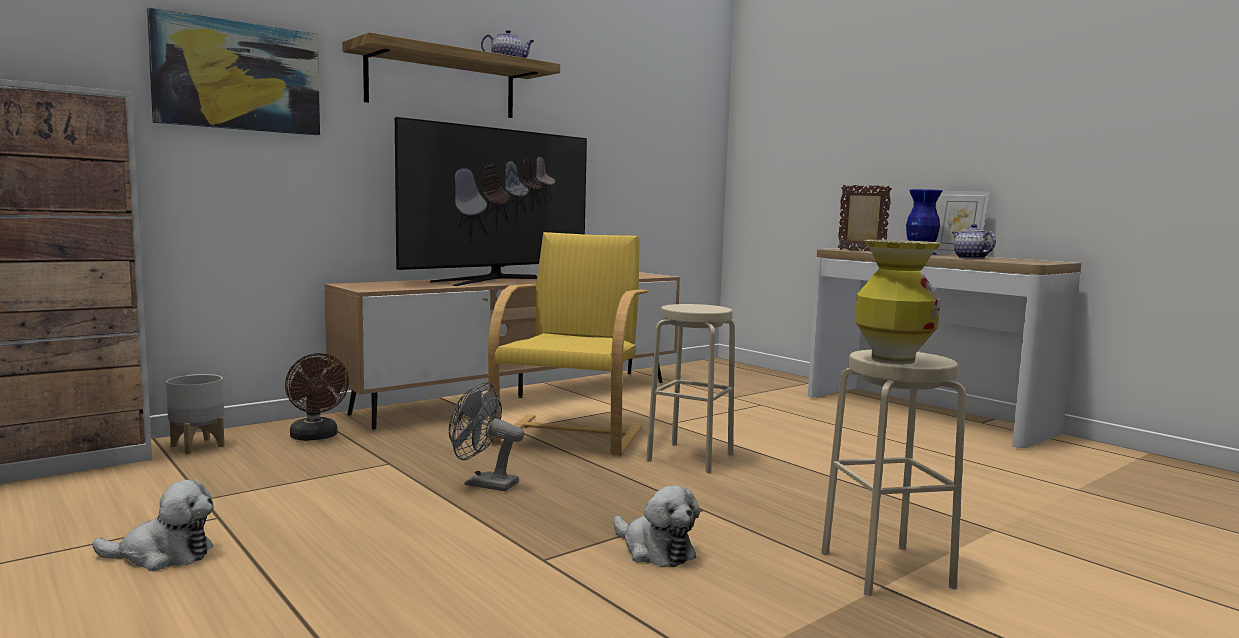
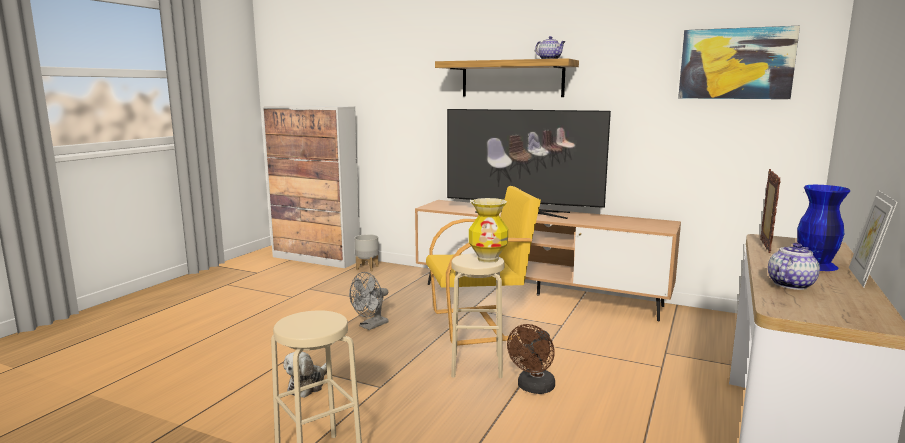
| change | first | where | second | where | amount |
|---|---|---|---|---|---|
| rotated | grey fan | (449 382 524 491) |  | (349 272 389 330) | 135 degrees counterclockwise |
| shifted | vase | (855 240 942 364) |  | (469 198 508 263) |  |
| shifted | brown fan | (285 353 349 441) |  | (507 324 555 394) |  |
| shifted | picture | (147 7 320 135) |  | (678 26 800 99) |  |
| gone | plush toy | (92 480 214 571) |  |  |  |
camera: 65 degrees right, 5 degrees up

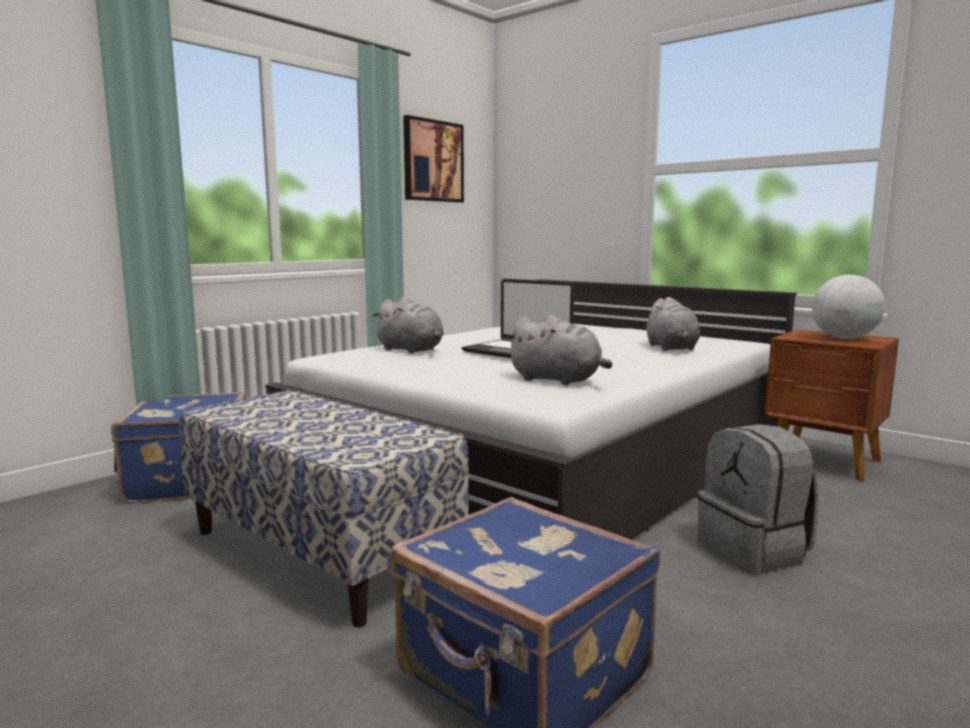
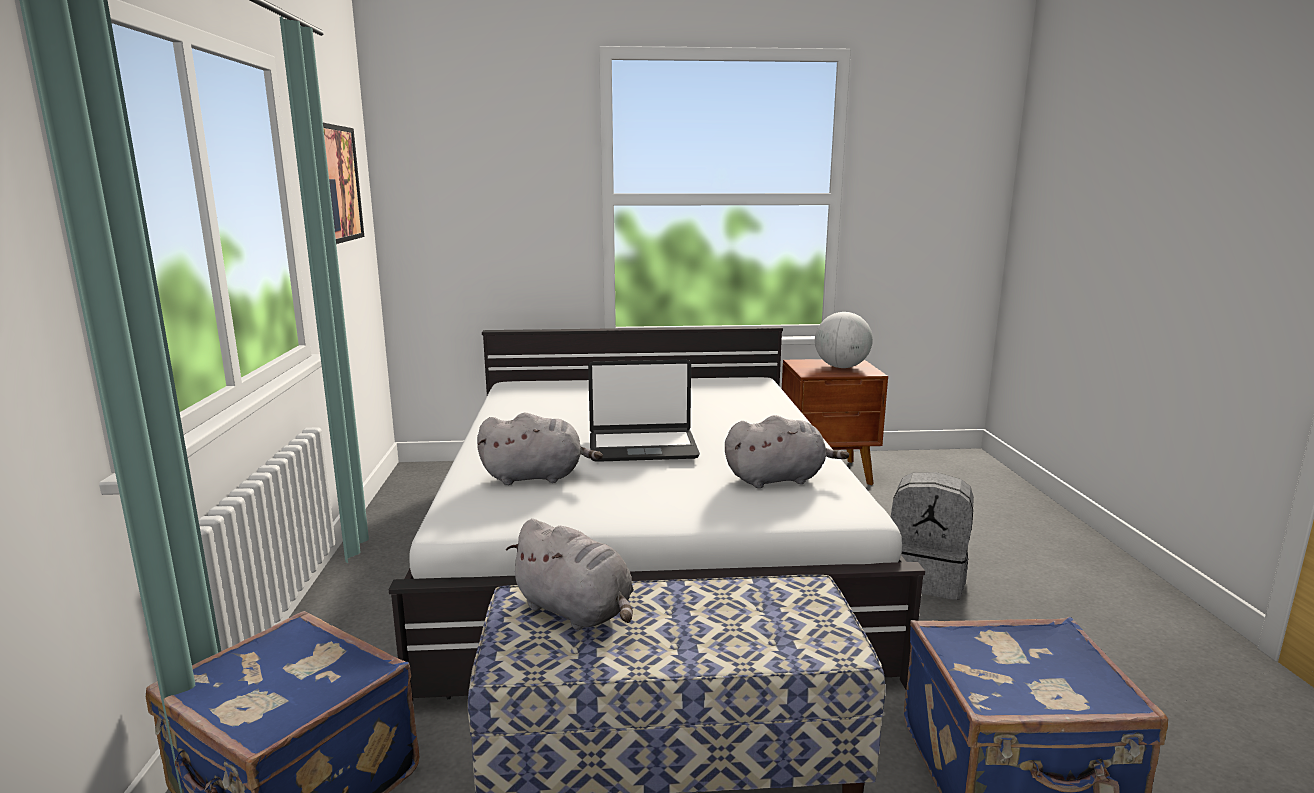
| change | first | where | second | where | amount |
|---|---|---|---|---|---|
| shifted | grey plush toy | (645 297 700 351) |  | (506 519 634 630) |  |
camera: 45 degrees left, 5 degrees up

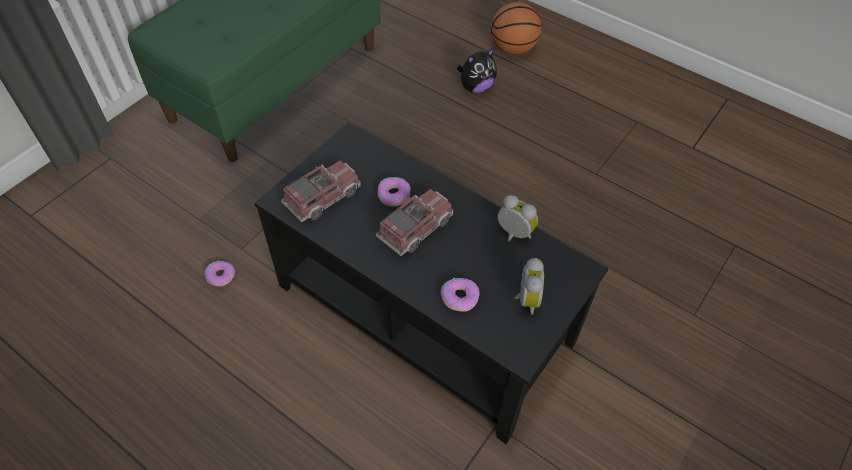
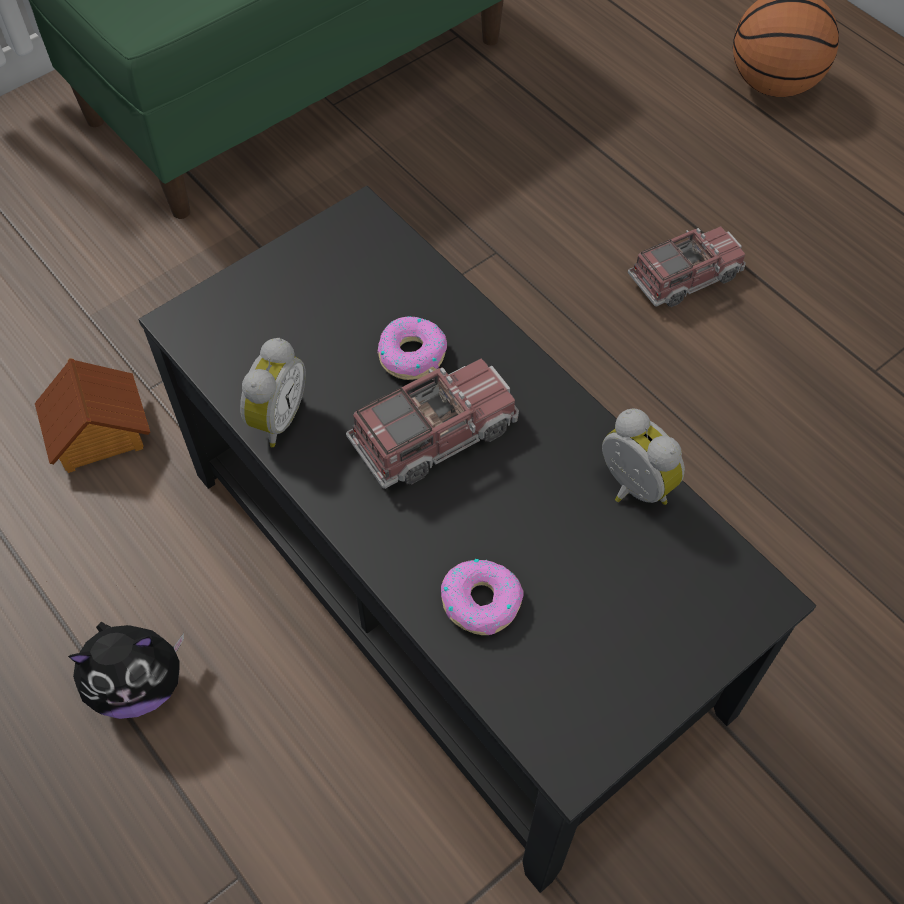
| change | first | where | second | where | amount |
|---|---|---|---|---|---|
| swapped | donut | (205 260 235 287) | toy house | (35 358 150 473) |  |
| shifted | plush toy | (457 48 497 93) |  | (68 622 184 719) |  |
| shifted | alarm clock | (514 258 544 315) |  | (240 338 306 447) |  |
| shifted | toy truck | (281 161 361 222) |  | (628 226 746 307) |  |
camera: 15 degrees right, 5 degrees up

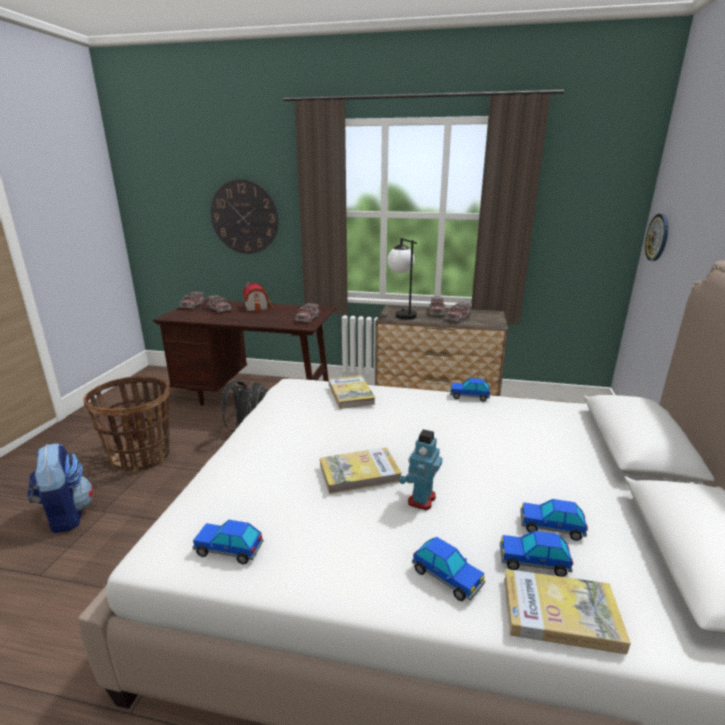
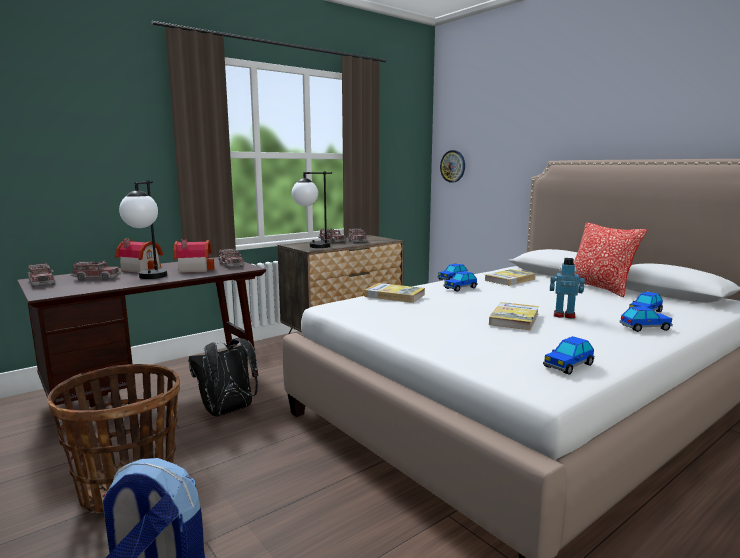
| change | first | where | second | where | amount |
|---|---|---|---|---|---|
| new |  |  | table lamp | (119 181 167 279) |  |
| new |  |  | toy house | (174 239 215 273) |  |
| shifted | toy car | (520 499 588 541) |  | (443 271 478 292) |  |
| shifted | book | (504 569 631 654) |  | (484 269 535 286) |  |
| rotated | toy robot | (399 429 442 511) |  | (550 258 585 319) | 135 degrees clockwise |
| new |  |  | pillow | (574 222 647 297) |  |
| gone | wall clock | (211 179 279 254) |  |  |  |
camera: 50 degrees left, 10 degrees down

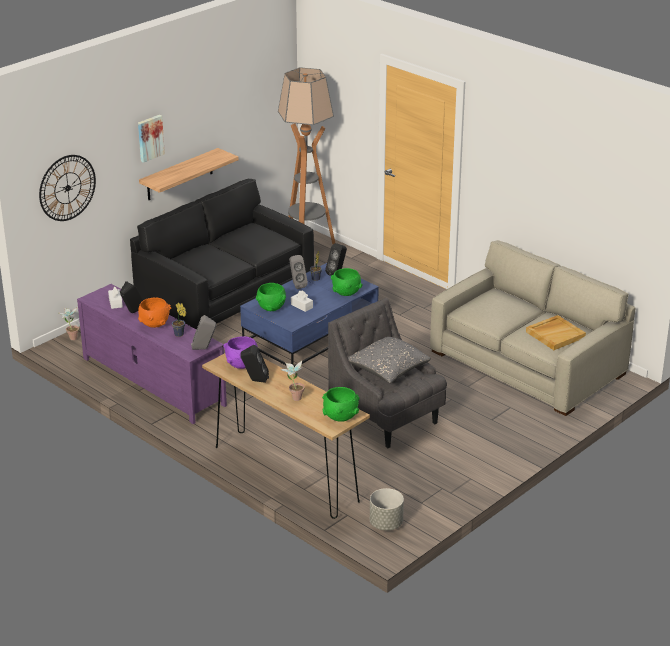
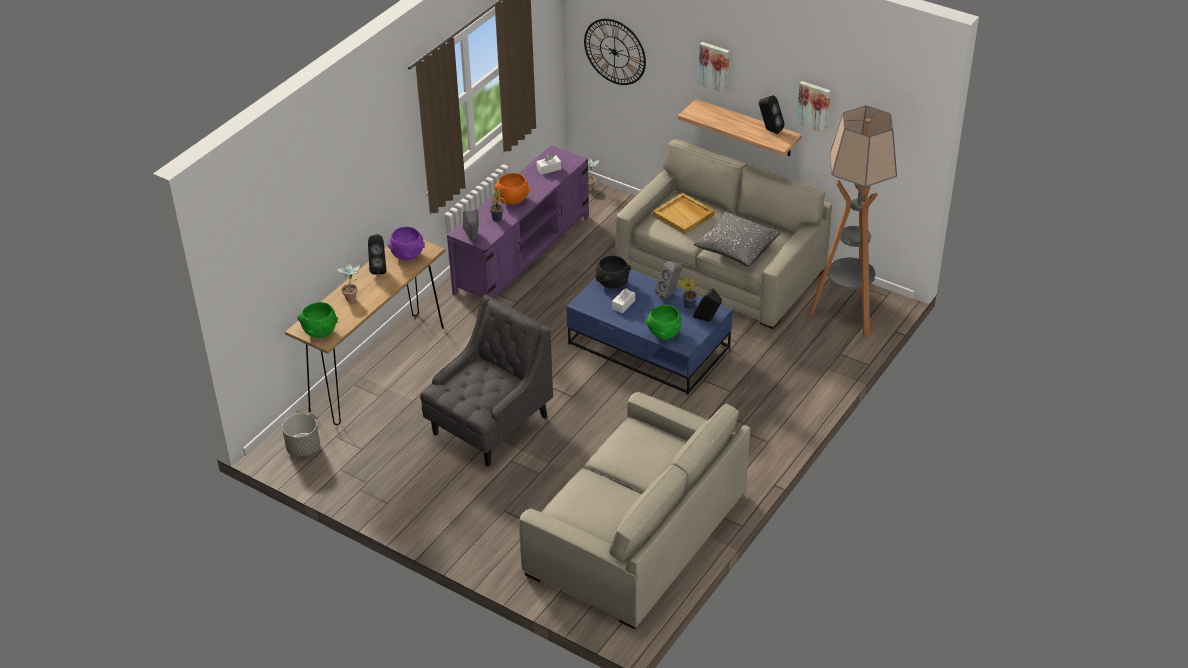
| change | first | where | second | where | amount |
|---|---|---|---|---|---|
| repainted | green bowl | (256 283 286 311) | black bowl | (595 256 631 289) |  |
| repainted | black sofa | (130 178 314 330) | beige sofa | (616 139 832 329) |  |
| shifted | beige tray | (526 315 586 350) |  | (653 193 714 235) |  |
| shifted | grey pillow | (348 337 431 383) |  | (694 212 780 267) |  |
| shifted | black speaker | (120 281 143 313) |  | (759 95 785 134) |  |
| new |  |  | picture | (796 81 831 134) |  |
camera: 80 degrees right, 10 degrees up

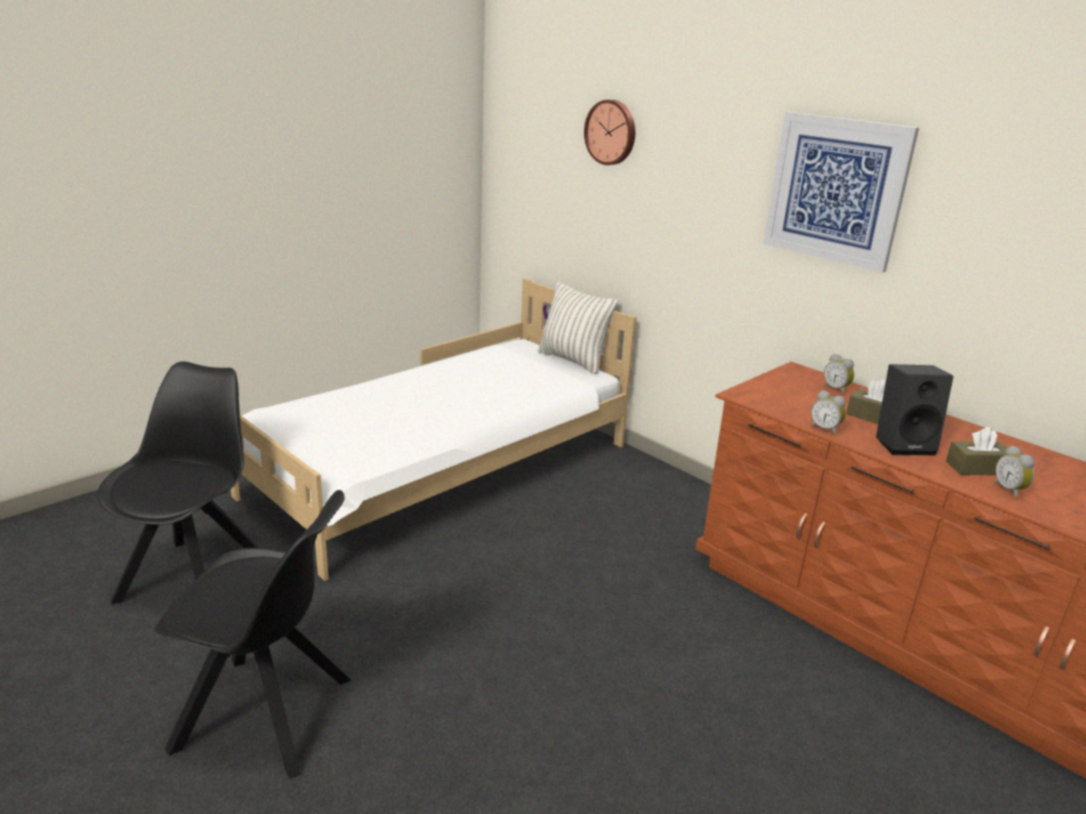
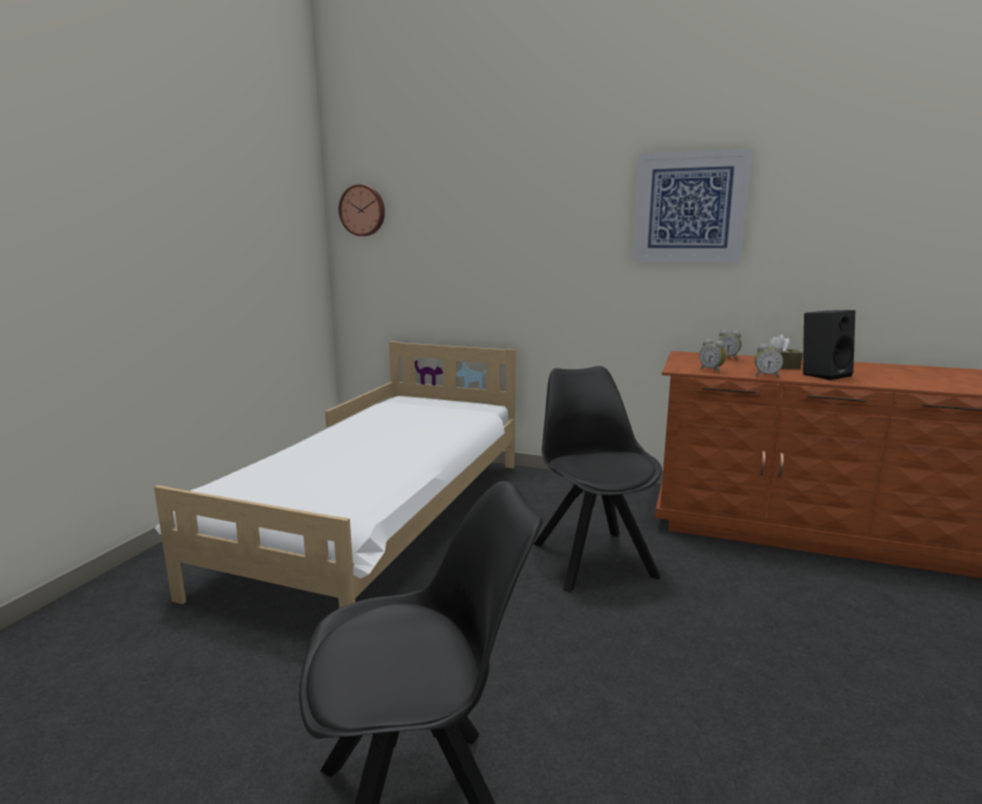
| change | first | where | second | where | amount |
|---|---|---|---|---|---|
| shifted | wall clock | (584 100 635 165) |  | (339 184 385 236) |  |
| shifted | black chair | (97 361 260 604) |  | (533 366 662 593) |  |
| shifted | alarm clock | (995 445 1035 498) |  | (699 339 726 373) |  |
| gone | pillow | (538 282 618 374) |  |  |  |
| gone | brown tissue box | (946 427 1008 475) |  |  |  |
camera: 25 degrees left, 10 degrees down

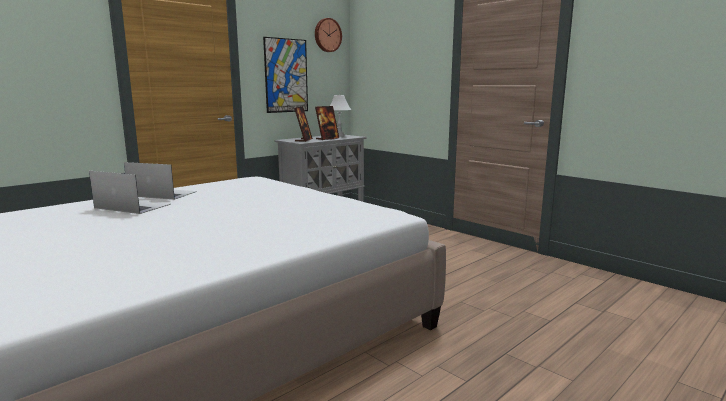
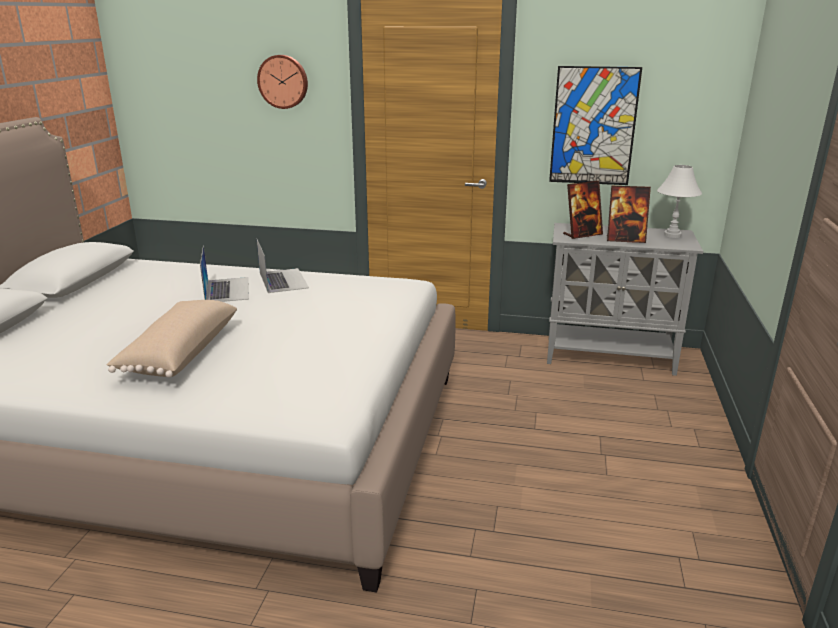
| change | first | where | second | where | amount |
|---|---|---|---|---|---|
| new |  |  | beige pillow | (106 300 237 378) |  |
| shifted | wall clock | (315 18 342 52) |  | (257 55 308 109) |  |
camera: 55 degrees right, 10 degrees up

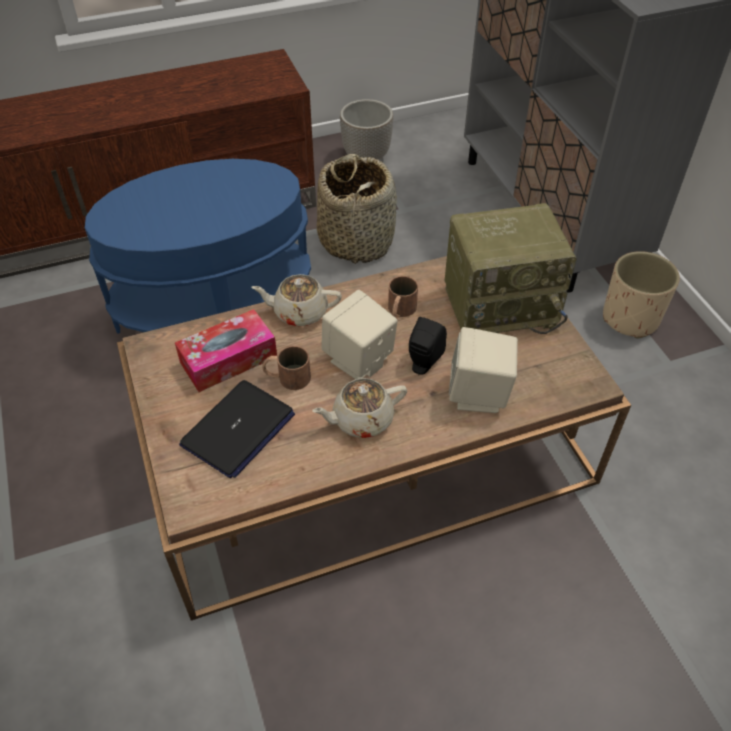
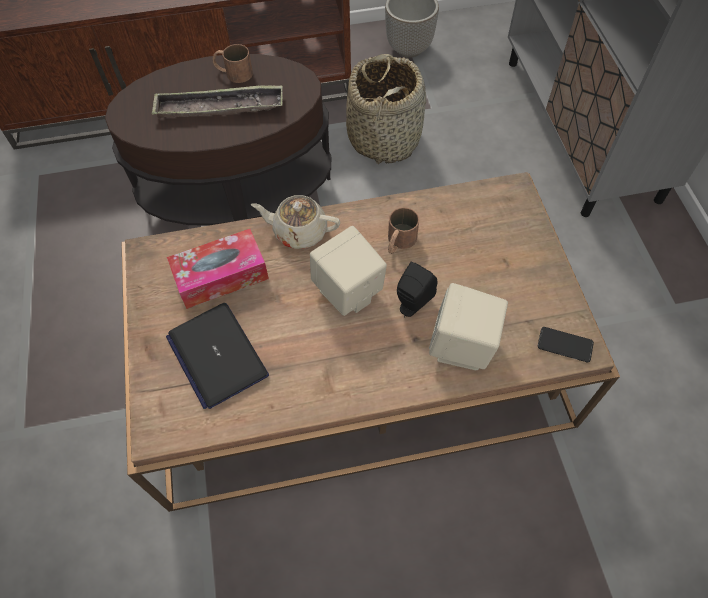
| change | first | where | second | where | amount |
|---|---|---|---|---|---|
| repainted | blue side table | (85 159 311 334) | brown side table | (105 54 331 226) |  |
| new |  |  | tray | (151 85 283 118) |  |
| rotated | laptop | (179 380 295 478) |  | (166 303 269 409) | 105 degrees clockwise |
| shifted | brown mug | (262 346 311 390) |  | (213 44 253 83) |  |
| new |  |  | phone | (538 327 594 363) |  |
| gone | beige teapot | (312 378 407 438) |  |  |  |
| gone | radio | (445 203 577 334) |  |  |  |
| gone | beige planter | (603 251 680 339) |  |  |  |
camera: 10 degrees right, 10 degrees up

